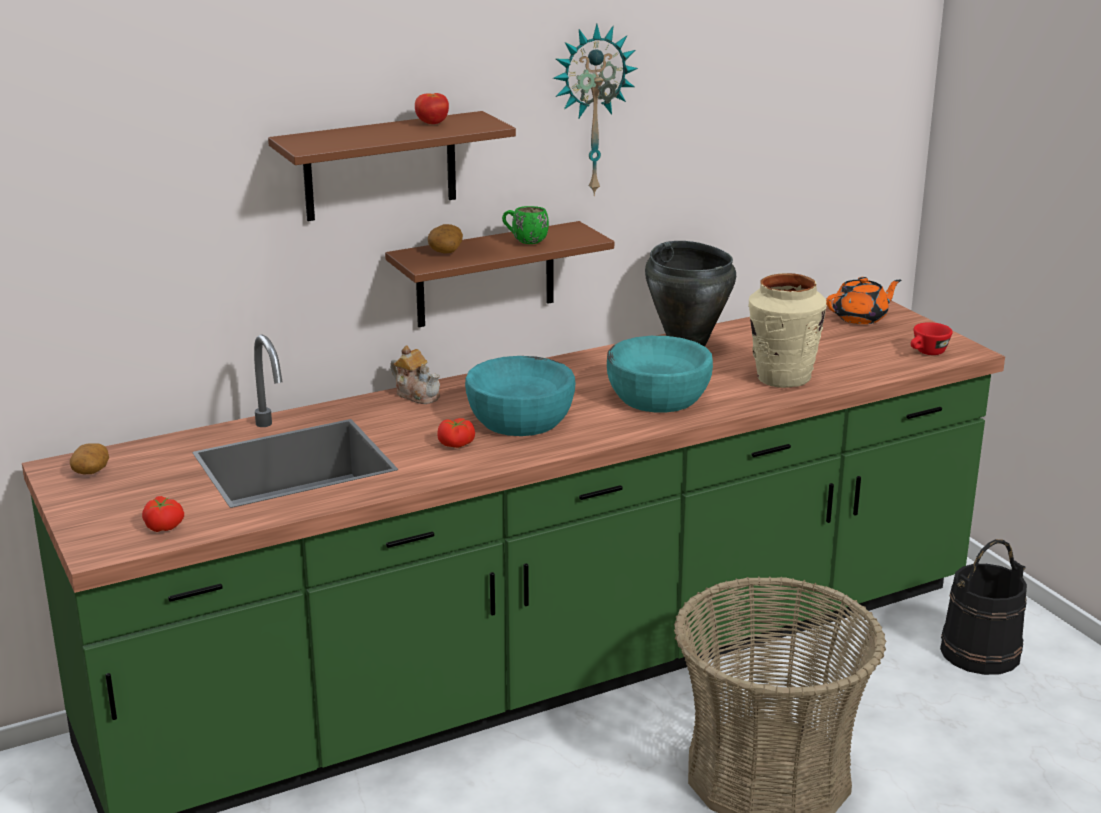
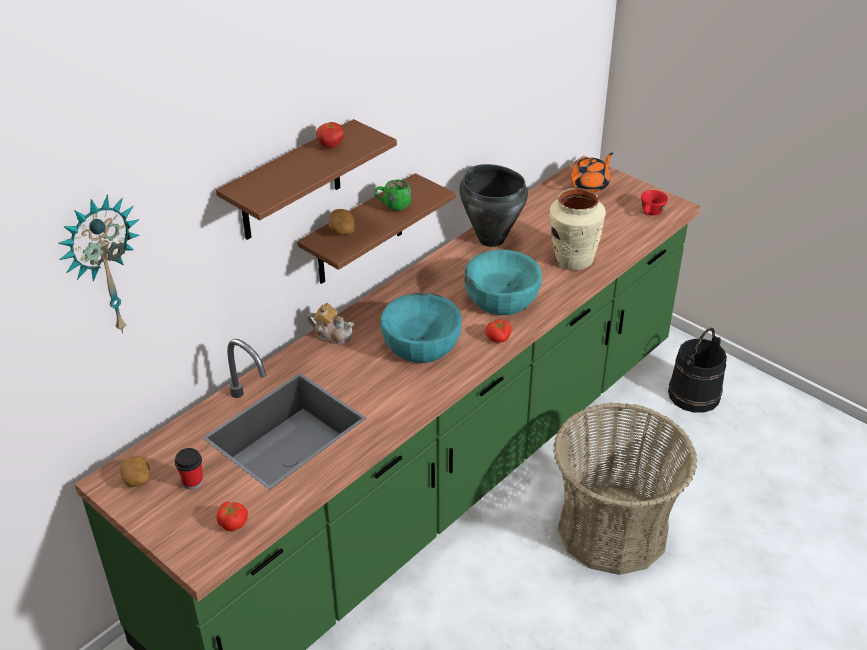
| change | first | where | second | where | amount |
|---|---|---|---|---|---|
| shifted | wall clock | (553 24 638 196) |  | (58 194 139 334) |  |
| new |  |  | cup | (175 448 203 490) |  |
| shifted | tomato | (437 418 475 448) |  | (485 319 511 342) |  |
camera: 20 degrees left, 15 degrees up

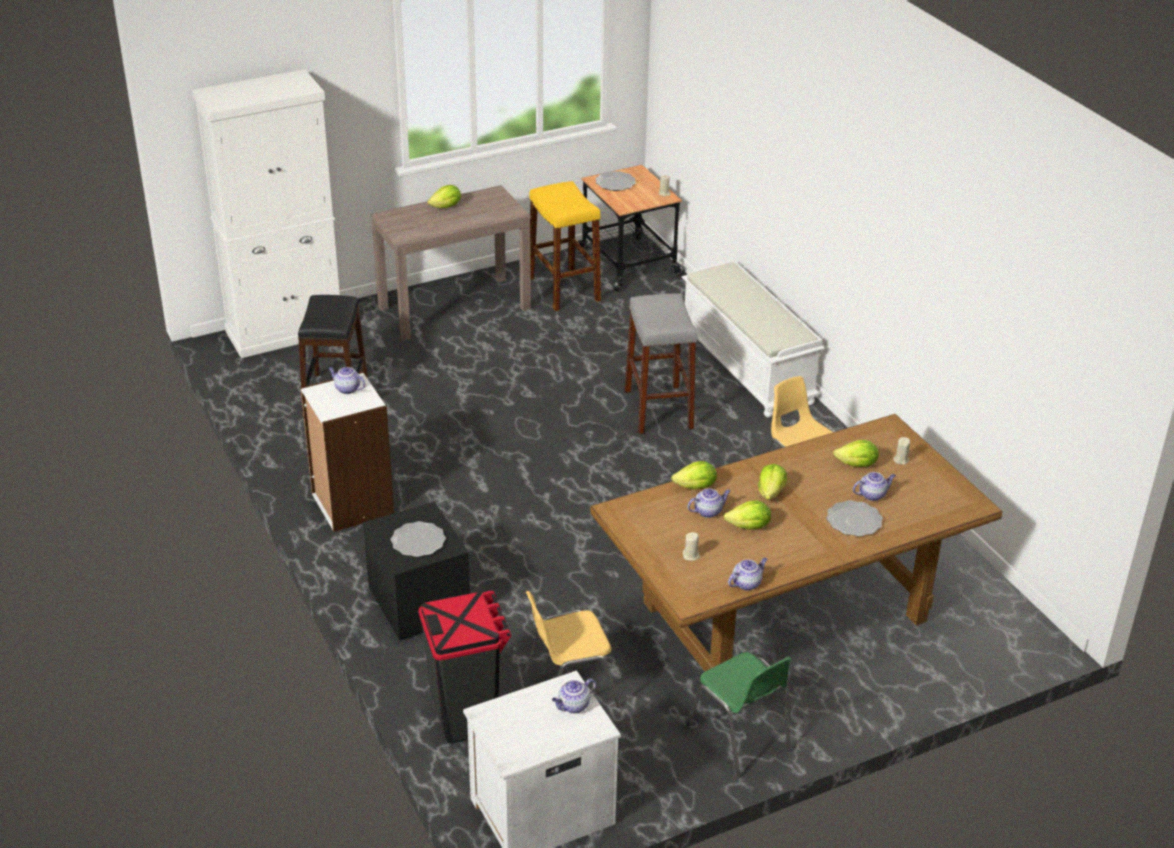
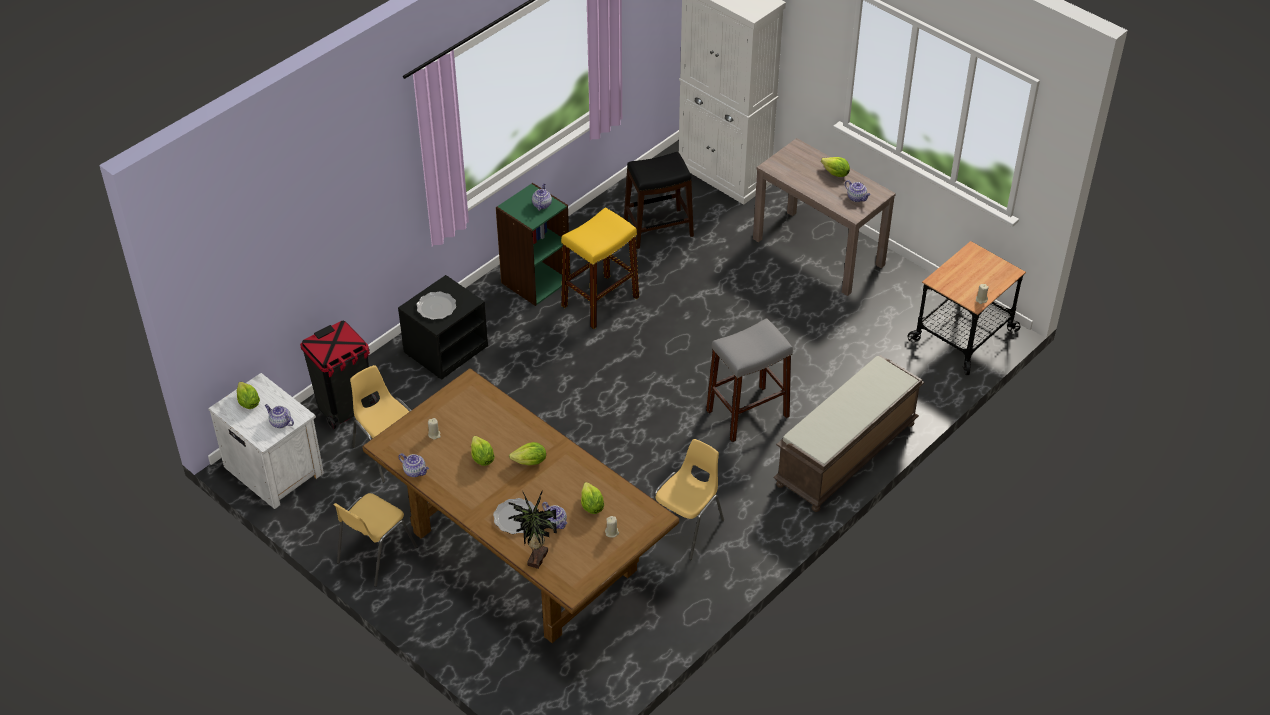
| change | first | where | second | where | amount |
|---|---|---|---|---|---|
| shifted | lettuce | (671 461 717 489) |  | (237 382 260 409) |  |
| repainted | green chair | (685 652 792 779) | yellow chair | (334 493 418 587) |  |
| repainted | white bookcase | (300 372 394 532) | green bookcase | (496 183 571 306) |  |
| new |  |  | potted plant | (508 490 557 569) |  |
| shifted | yellow stool | (529 181 601 311) |  | (561 208 639 329) |  |
| repainted | white bench | (682 260 825 417) | brown bench | (773 355 924 512) |  |
| shifted | teapot | (687 488 730 518) |  | (845 180 871 202) |  |
| gone | plate | (595 171 636 191) |  |  |  |
camera: 70 degrees right, 10 degrees up

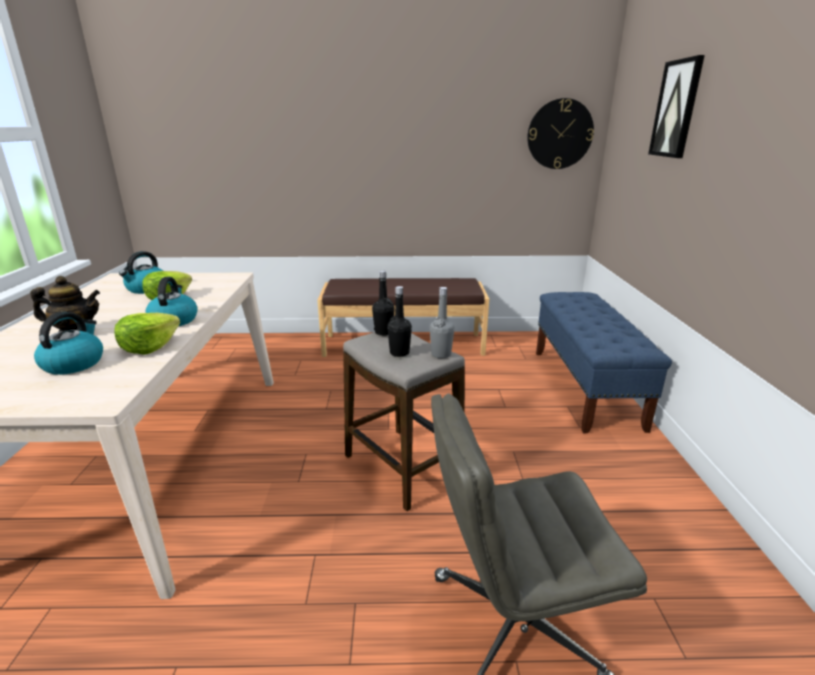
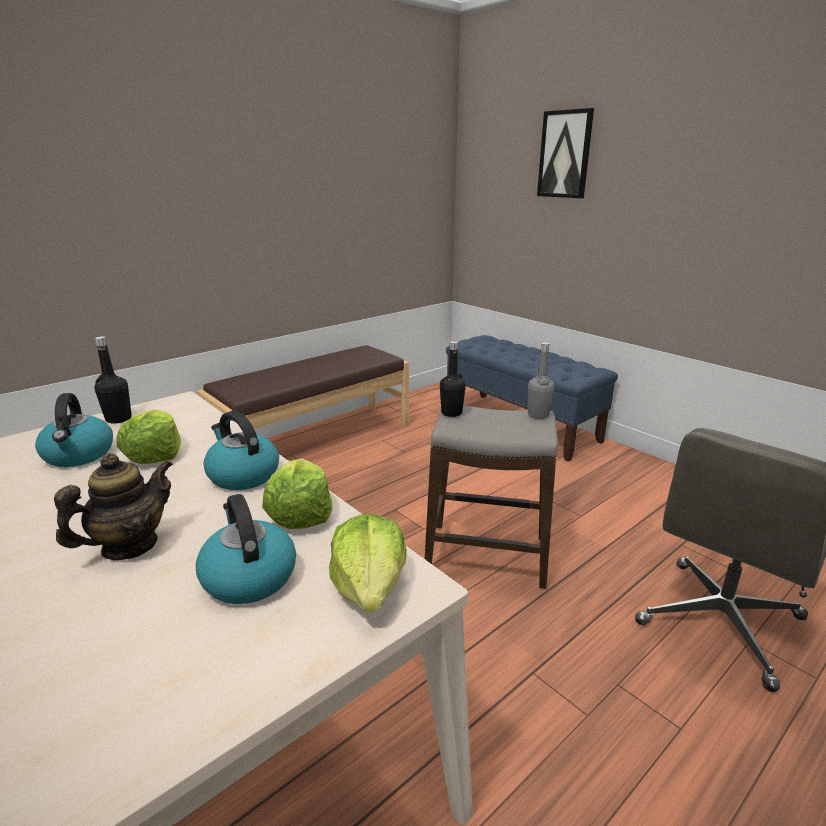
| change | first | where | second | where | amount |
|---|---|---|---|---|---|
| shifted | black bottle | (387 286 412 357) |  | (95 336 132 424) |  |
| new |  |  | lettuce | (329 514 407 612) |  |
| gone | wall clock | (527 98 594 169) |  |  |  |
camera: 40 degrees left, 0 degrees up

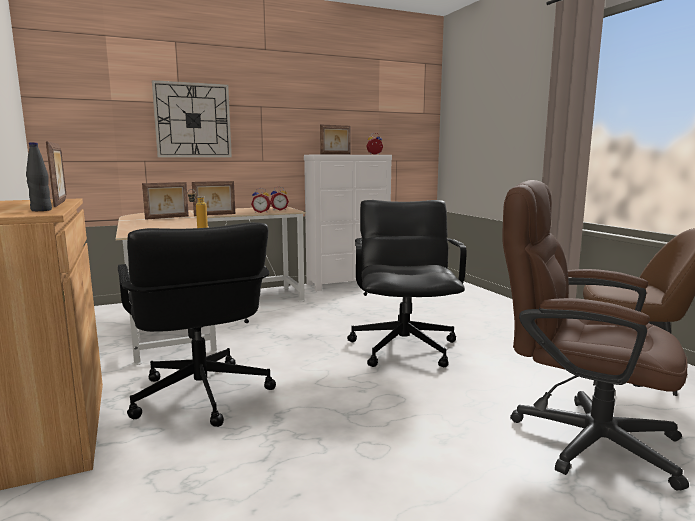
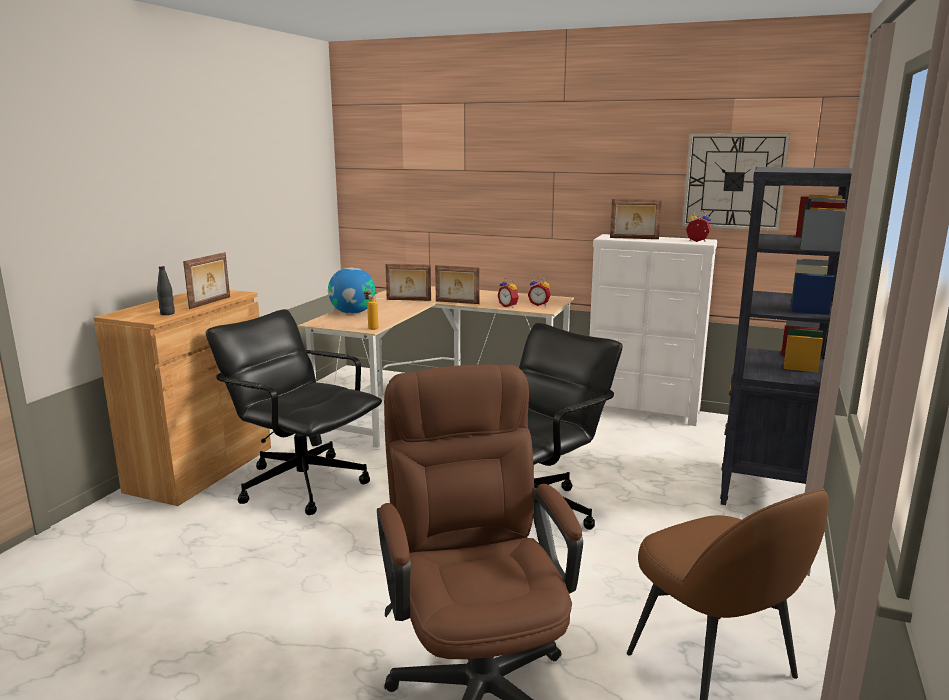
| change | first | where | second | where | amount |
|---|---|---|---|---|---|
| rotated | black office chair | (118 222 276 427) |  | (206 309 382 515) | 105 degrees clockwise |
| new |  |  | globe | (328 268 376 314) |  |
| shifted | wall clock | (152 80 232 158) |  | (682 133 790 231) |  |
| new |  |  | black bookcase | (720 167 852 505) |  |
camera: 45 degrees right, 5 degrees up

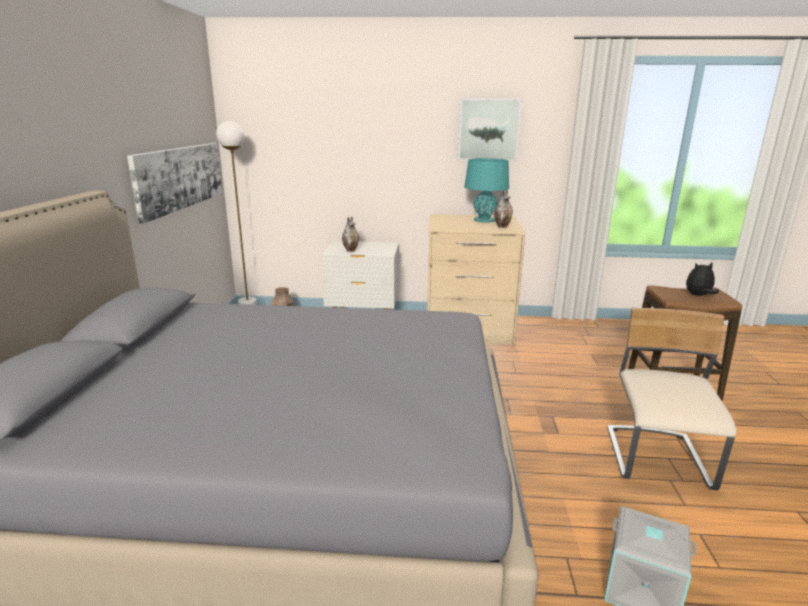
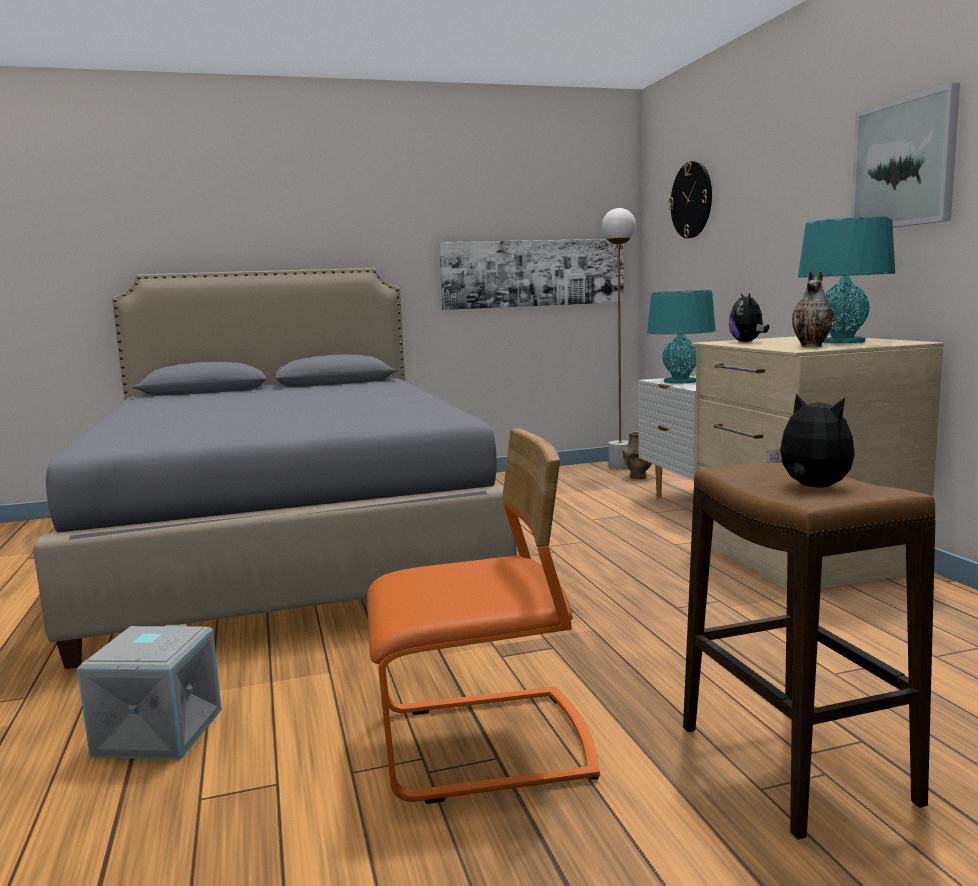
| change | first | where | second | where | amount |
|---|---|---|---|---|---|
| repainted | beige chair | (607 308 737 490) | orange chair | (367 428 600 804) |  |
| swapped | vase | (342 216 359 252) | turquoise table lamp | (647 290 716 384) |  |
| new |  |  | wall clock | (669 161 712 238) |  |
| new |  |  | plush toy | (729 293 769 342) |  |
camera: 70 degrees right, 10 degrees down

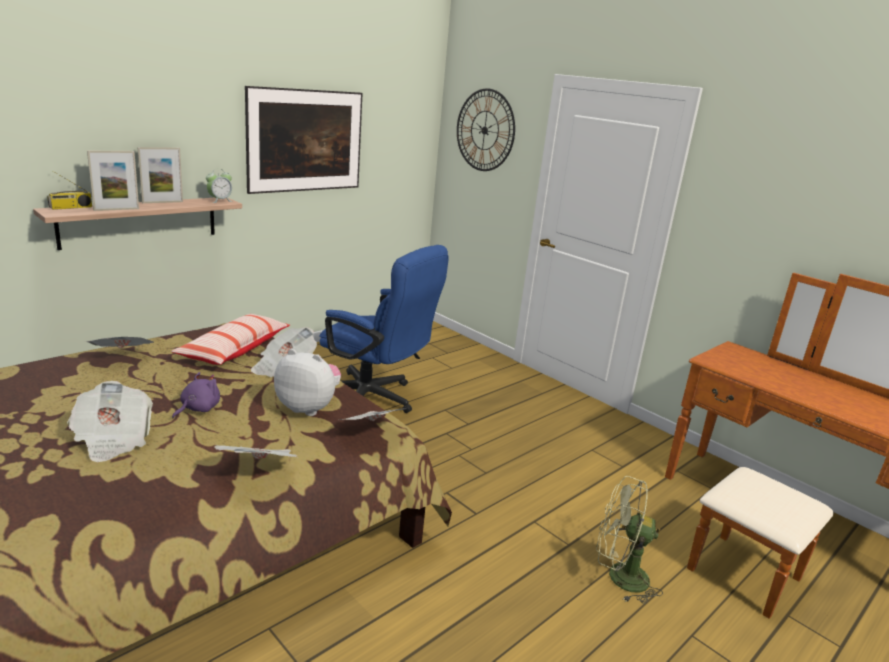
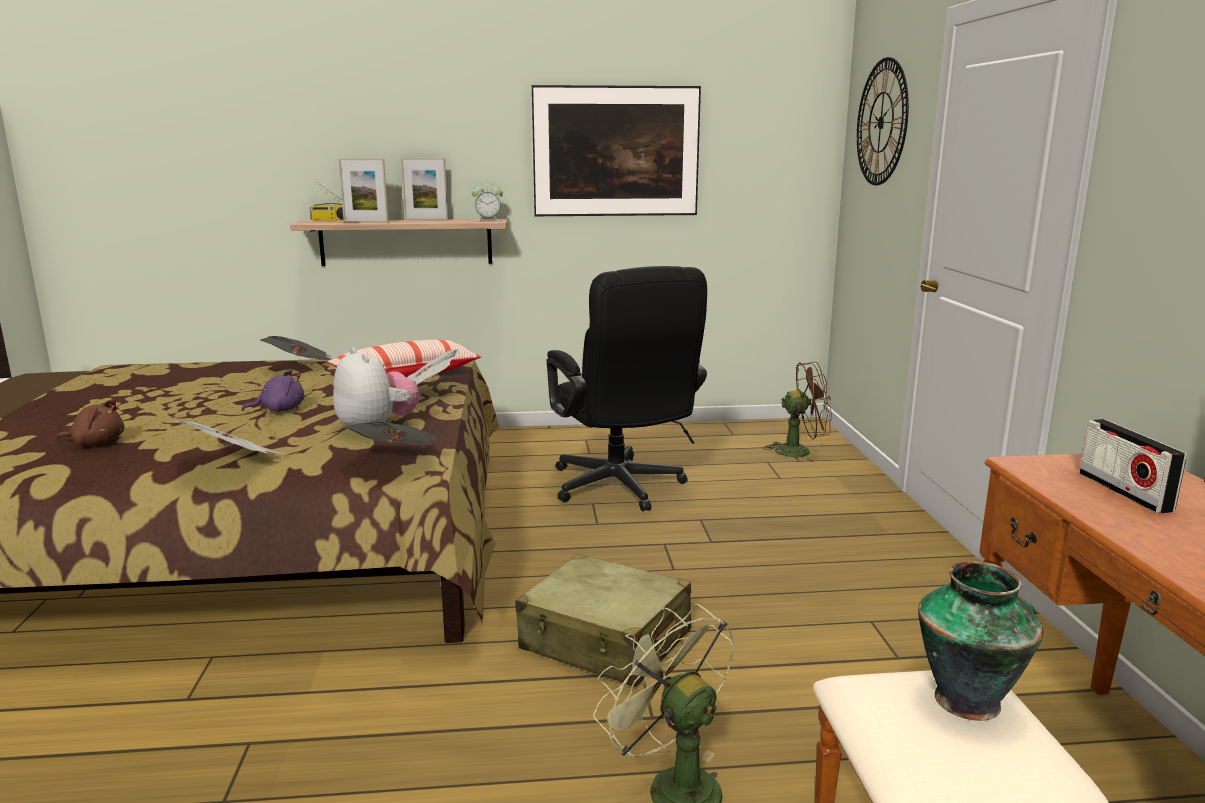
| change | first | where | second | where | amount |
|---|---|---|---|---|---|
| new |  |  | brown plush toy | (56 399 125 446) |  |
| new |  |  | beige suitcase | (515 554 691 687) |  |
| repainted | blue office chair | (319 245 449 413) | black office chair | (547 266 707 511) |  |
| new |  |  | brown fan | (763 362 832 462) |  |
| new |  |  | vase | (918 561 1043 721) |  |
| new |  |  | radio | (1079 419 1187 513) |  |
| gone | newspaper | (67 381 153 462) |  |  |  |
camera: 40 degrees right, 5 degrees down

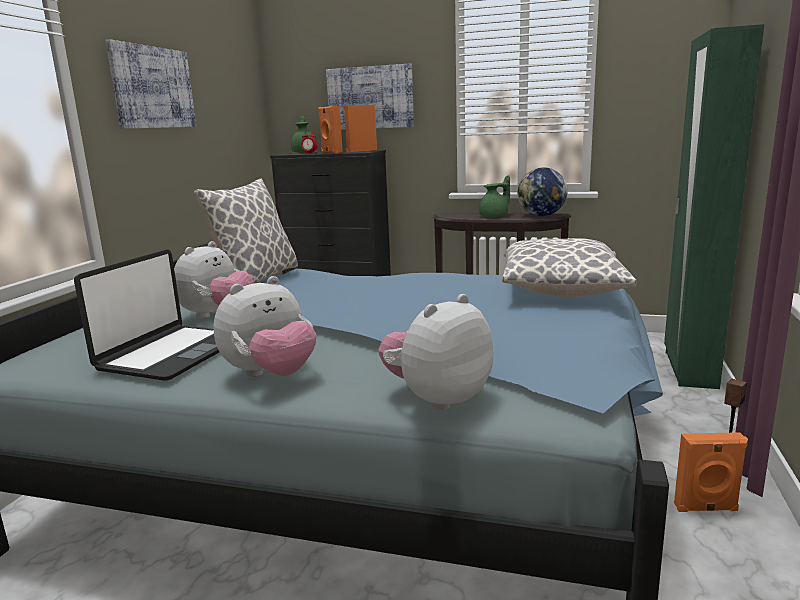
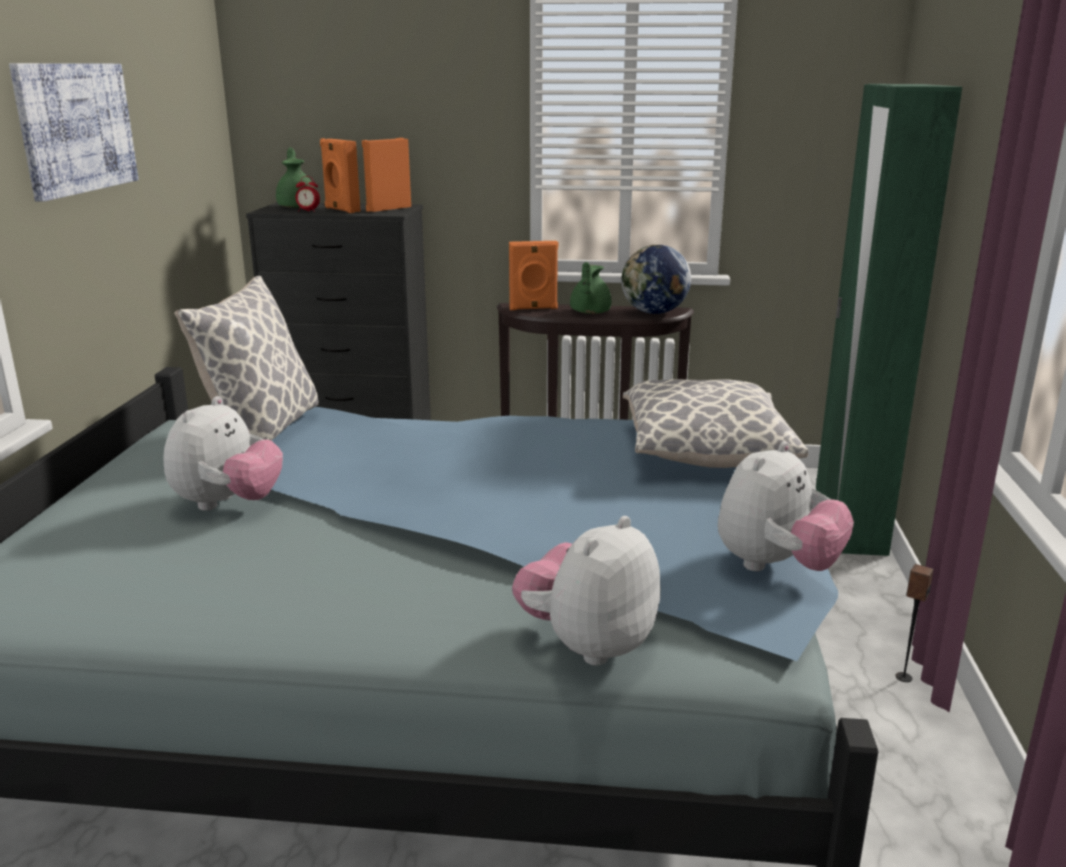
| change | first | where | second | where | amount |
|---|---|---|---|---|---|
| shifted | orange speaker | (674 432 748 512) |  | (509 241 558 310) |  |
| rotated | green teapot | (479 175 510 217) |  | (570 262 611 314) | 150 degrees clockwise |
| shifted | plush toy | (213 276 316 378) |  | (718 441 854 571) |  |
| gone | laptop | (74 249 219 381) |  |  |  |
| gone | picture | (326 63 414 130) |  |  |  |
camera: 10 degrees left, 5 degrees up

